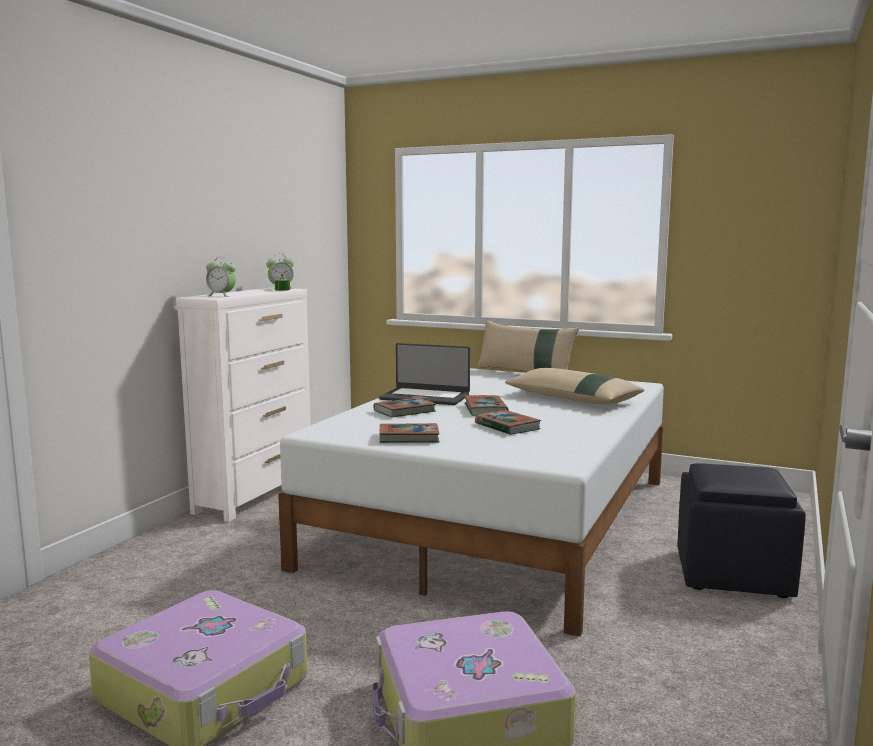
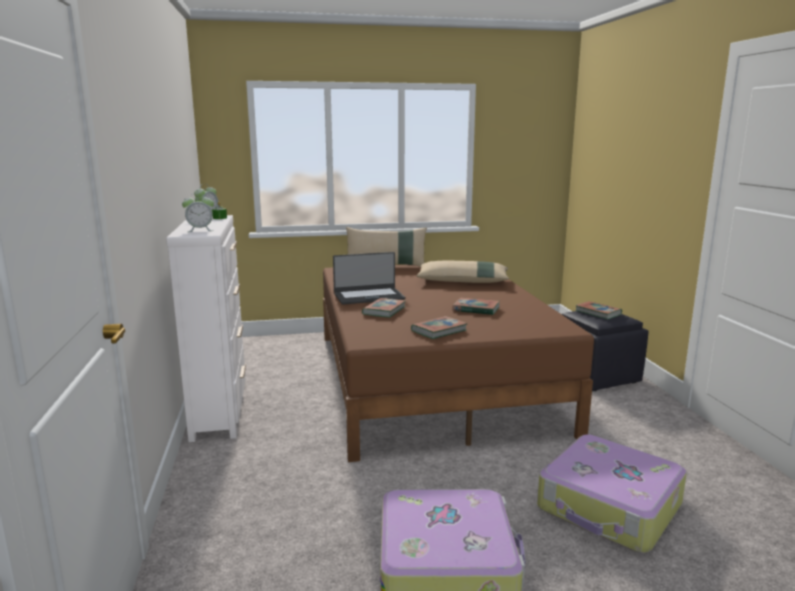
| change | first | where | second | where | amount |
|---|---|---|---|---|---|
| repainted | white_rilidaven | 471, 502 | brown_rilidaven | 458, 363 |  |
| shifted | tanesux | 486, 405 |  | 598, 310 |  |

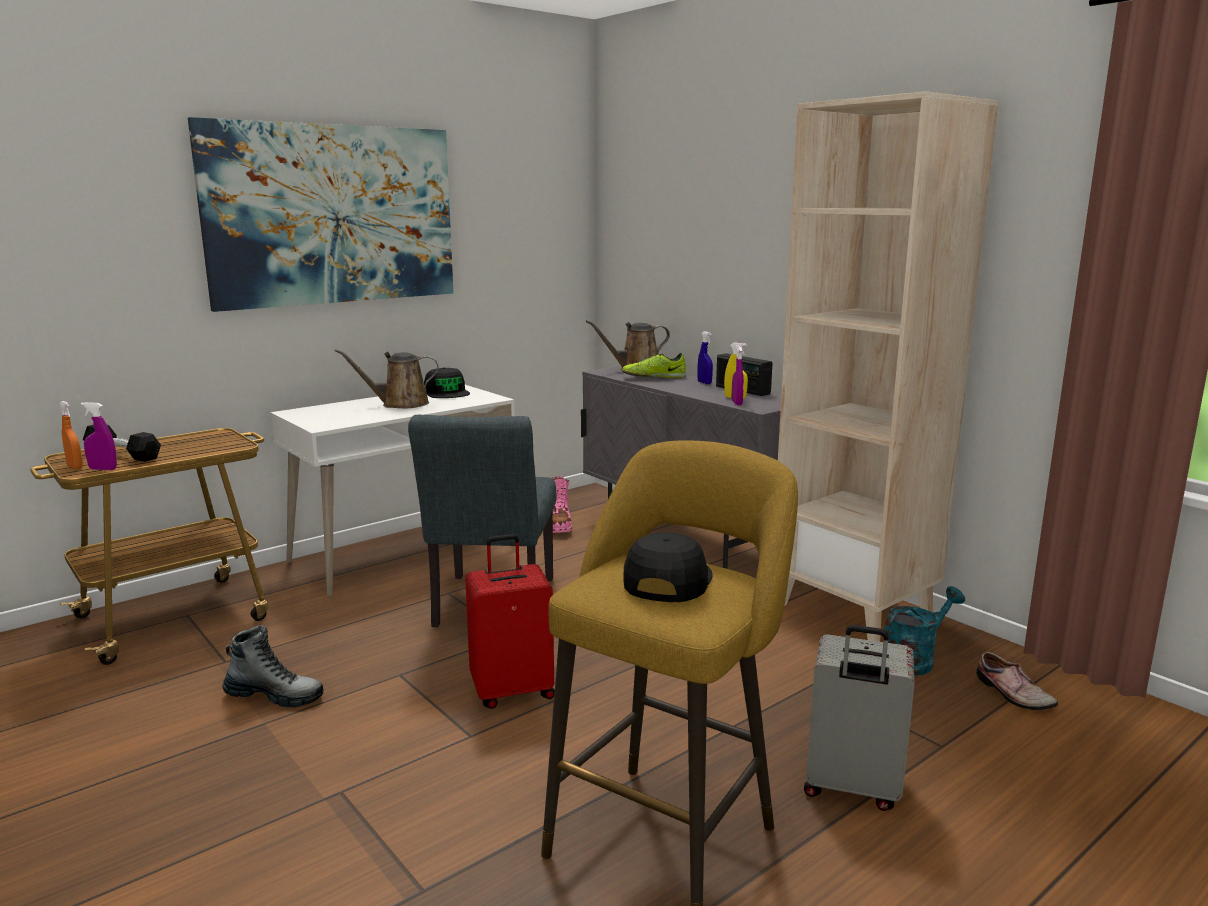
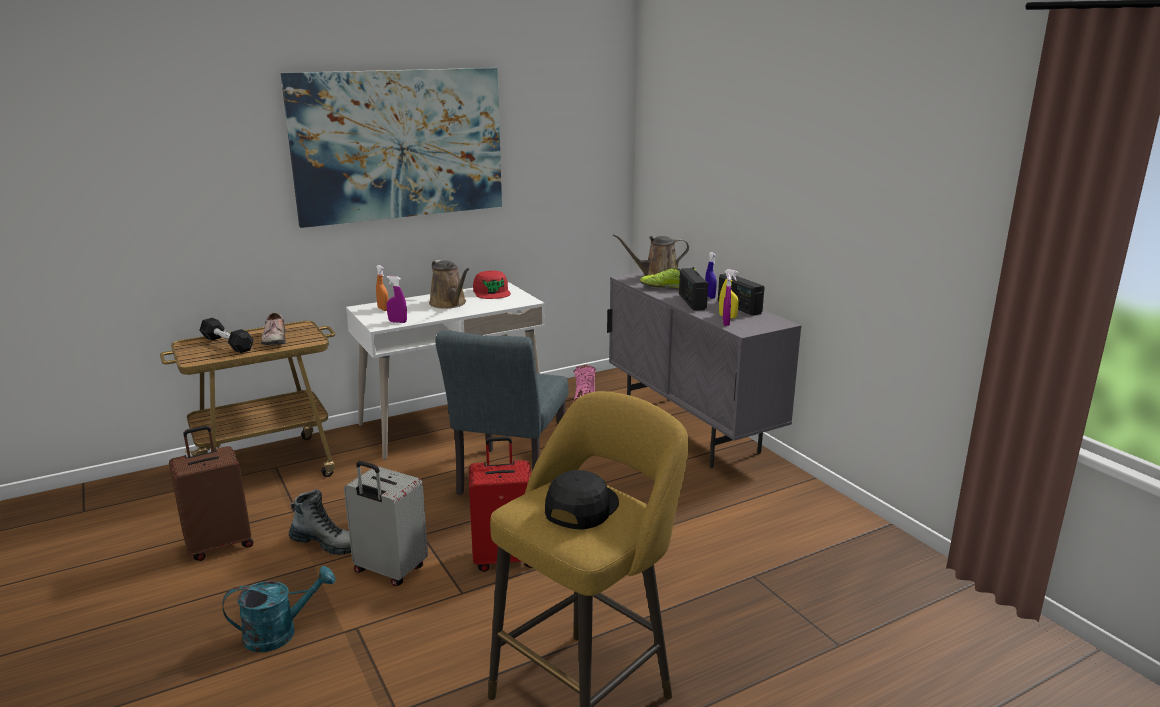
| change | first | where | second | where | amount |
|---|---|---|---|---|---|
| new |  |  | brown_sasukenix | 211, 493 |  |
| shifted | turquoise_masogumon | 924, 631 |  | 278, 609 |  |
| shifted | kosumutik | 1017, 681 |  | 273, 329 |  |
| shifted | grey_sasukenix | 859, 718 |  | 386, 523 |  |
| shifted | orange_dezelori | 71, 435 |  | 382, 288 |  |
| shifted | purple_dezelori | 99, 436 |  | 396, 299 |  |
| rotated | brown_masogumon | 386, 379 |  | 449, 284 | 120 degrees counterclockwise |
| repainted | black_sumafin | 447, 383 | red_sumafin | 492, 285 |  |
| new |  |  | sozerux | 693, 289 |  |
| gone | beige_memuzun | 888, 366 |  |  |  |

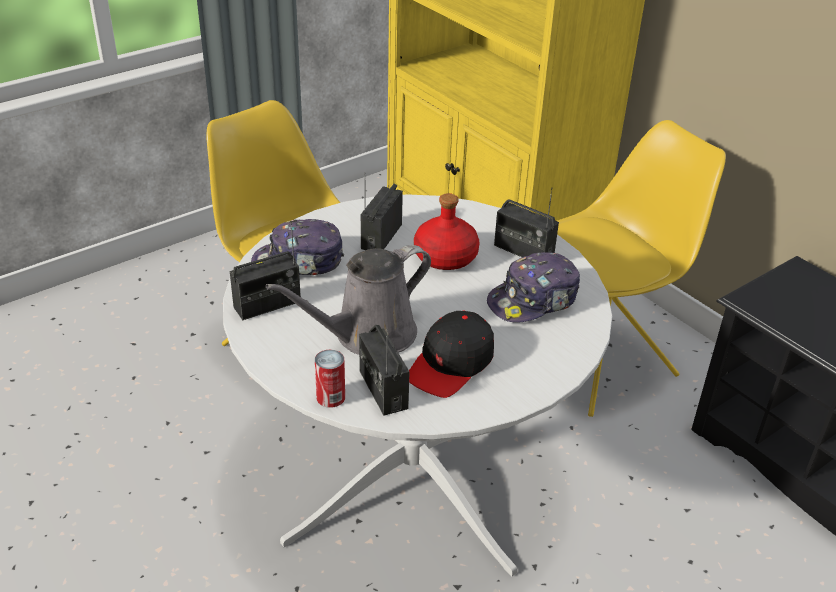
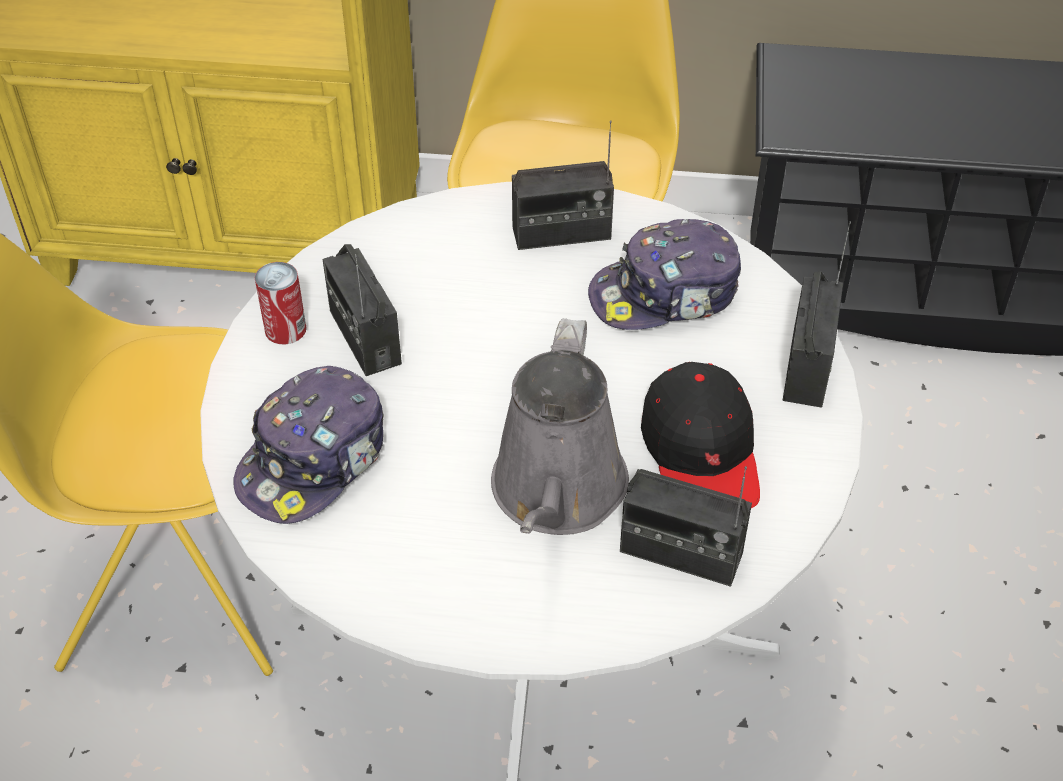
| change | first | where | second | where | amount |
|---|---|---|---|---|---|
| shifted | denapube | 330, 379 |  | 281, 303 |  |
| rotated | sumafin | 533, 287 |  | 664, 274 | 60 degrees clockwise |
| shifted | sozerux | 265, 271 |  | 817, 314 |  |
| gone | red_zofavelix | 447, 231 |  |  |  |

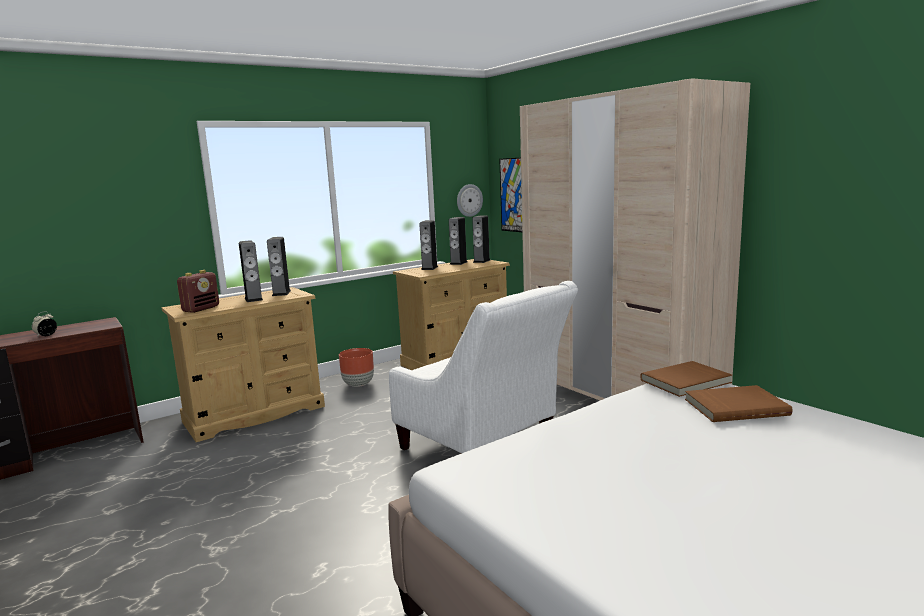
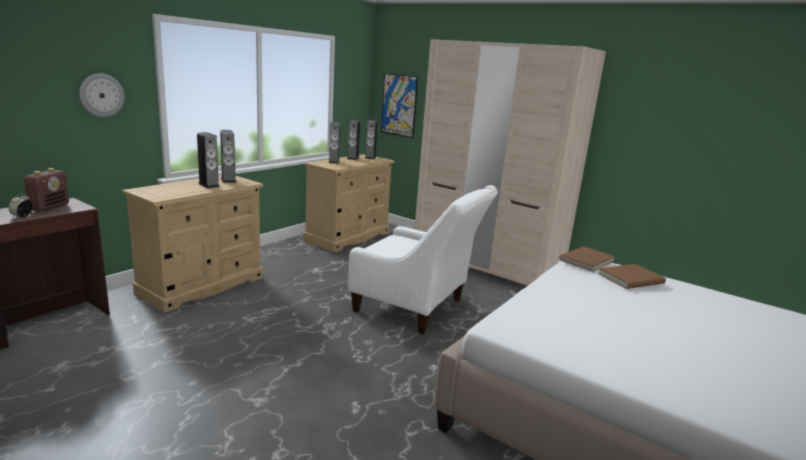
| change | first | where | second | where | amount |
|---|---|---|---|---|---|
| shifted | sozerux | 198, 291 |  | 46, 190 |  |
| shifted | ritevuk | 470, 200 |  | 102, 95 |  |
| gone | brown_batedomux | 356, 367 |  |  |  |

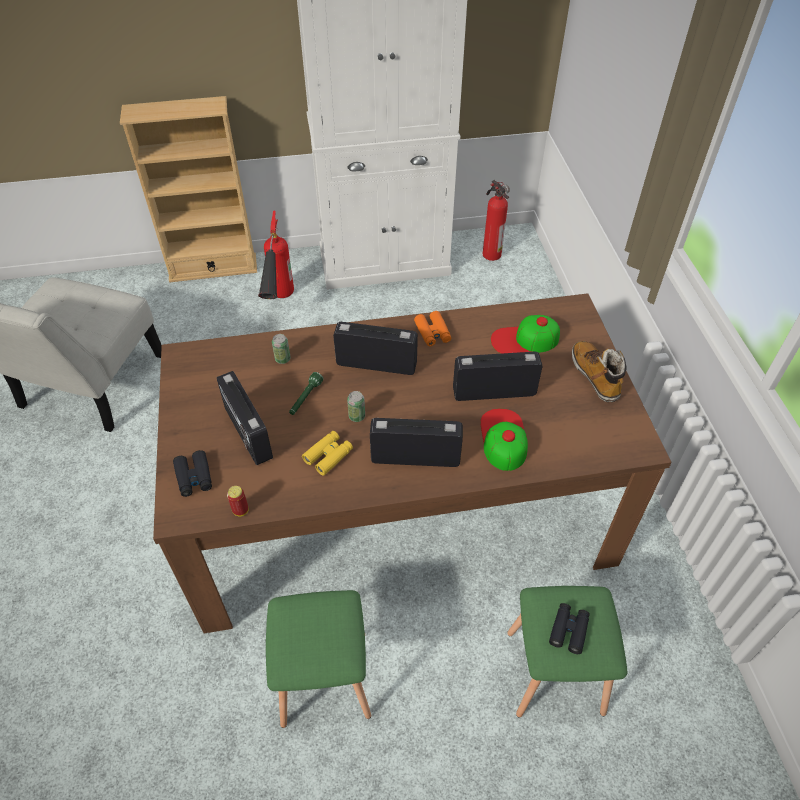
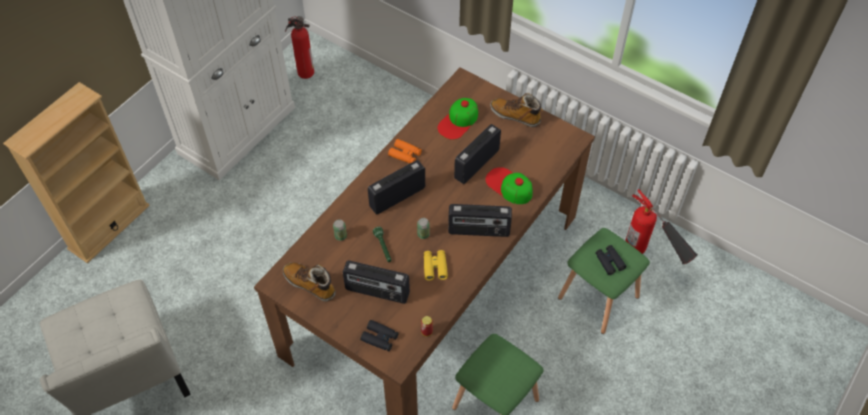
| change | first | where | second | where | amount |
|---|---|---|---|---|---|
| new |  |  | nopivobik | 309, 282 |  |
| rotated | sozerux | 416, 442 |  | 480, 220 | 135 degrees counterclockwise |
| shifted | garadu | 276, 255 |  | 661, 226 |  |

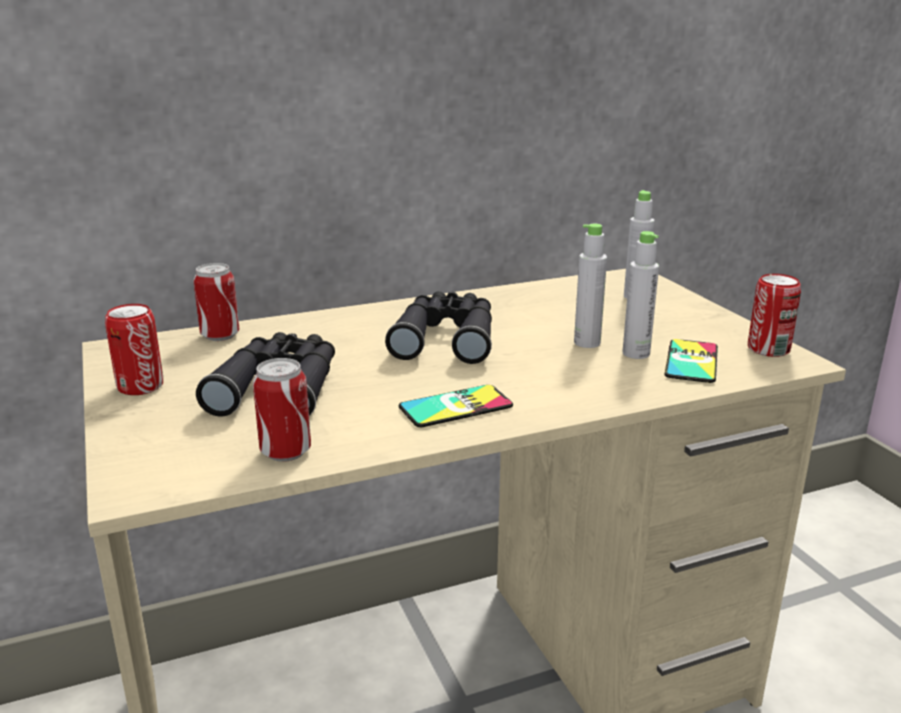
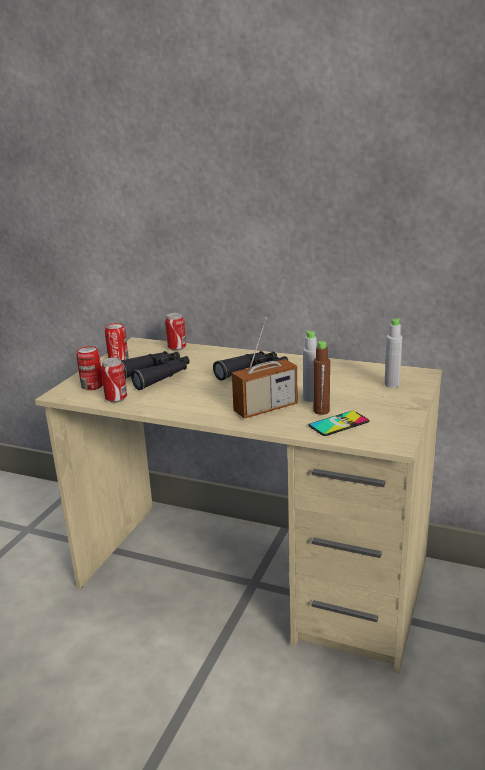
| change | first | where | second | where | amount |
|---|---|---|---|---|---|
| shifted | denapube | 774, 315 |  | 89, 368 |  |
| new |  |  | sozerux | 265, 368 |  |
| repainted | grey_zofavelix | 640, 295 | brown_zofavelix | 321, 378 |  |
| gone | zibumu | 456, 406 |  |  |  |

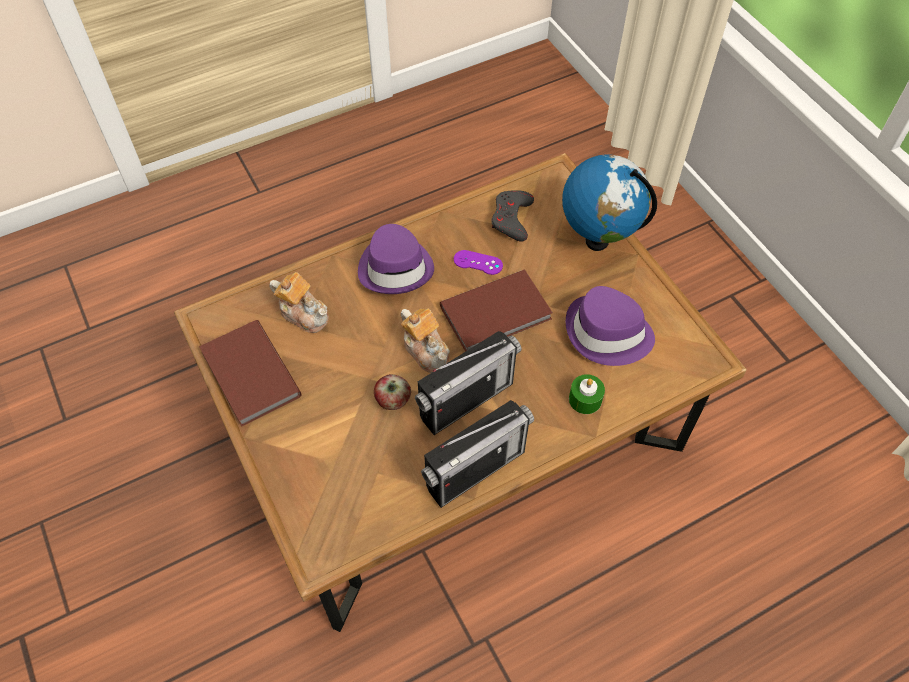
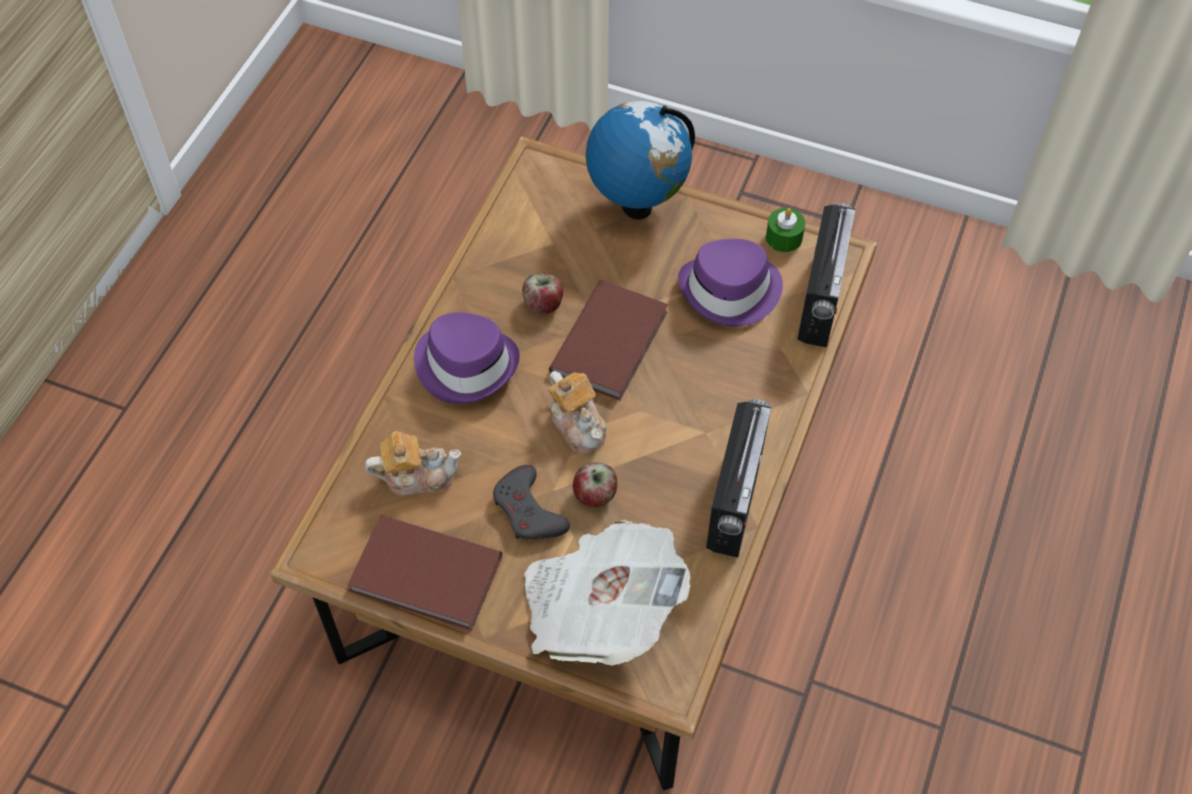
| change | first | where | second | where | amount |
|---|---|---|---|---|---|
| shifted | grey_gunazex | 512, 216 |  | 531, 502 |  |
| swapped | purple_gunazex | 478, 262 | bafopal | 542, 293 |  |
| new |  |  | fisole | 607, 593 |  |
| rotated | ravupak | 425, 341 |  | 577, 412 | 45 degrees clockwise |
| shifted | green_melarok | 587, 394 |  | 785, 230 |  |
| shifted | sozerux | 468, 383 |  | 826, 275 |  |

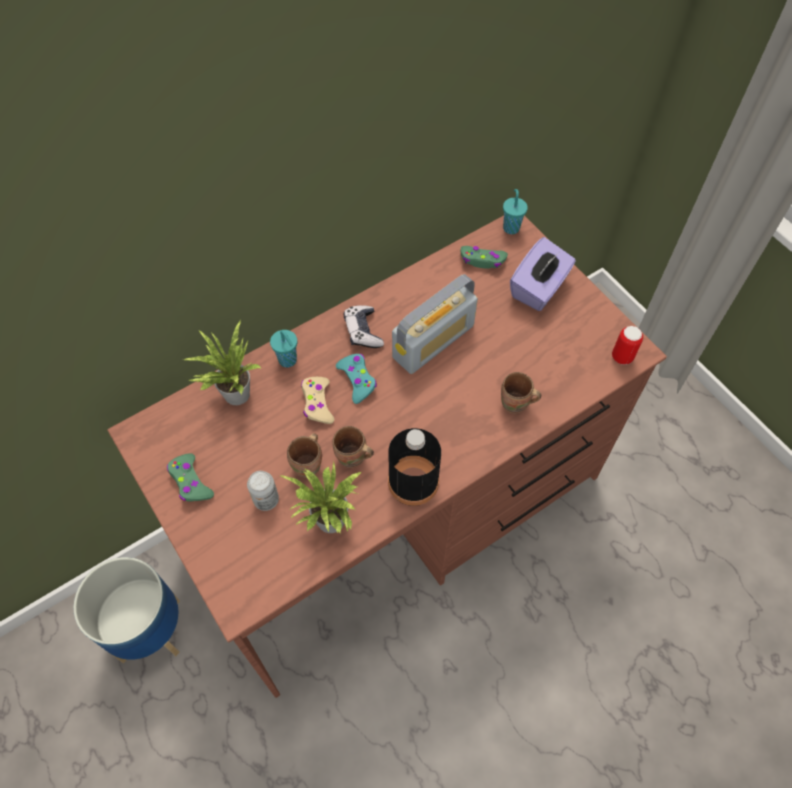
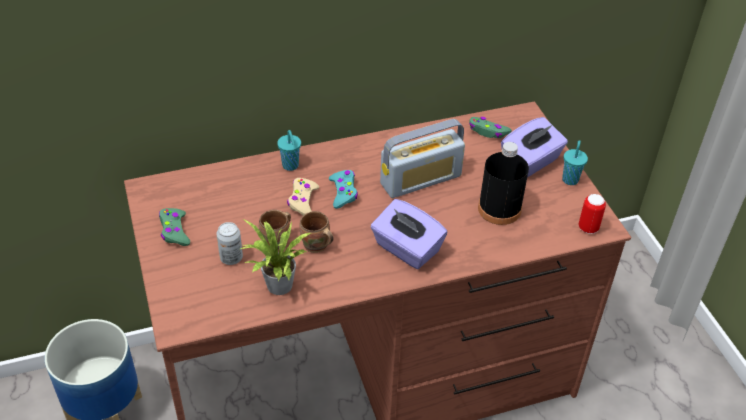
| change | first | where | second | where | amount |
|---|---|---|---|---|---|
| new |  |  | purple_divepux | 408, 234 |  |
| shifted | black_zofavelix | 414, 467 |  | 503, 183 |  |
| shifted | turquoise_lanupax | 515, 211 |  | 575, 162 |  |
| gone | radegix | 223, 362 |  |  |  |
| gone | gunazex | 363, 326 |  |  |  |
| gone | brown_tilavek | 521, 393 |  |  |  |

